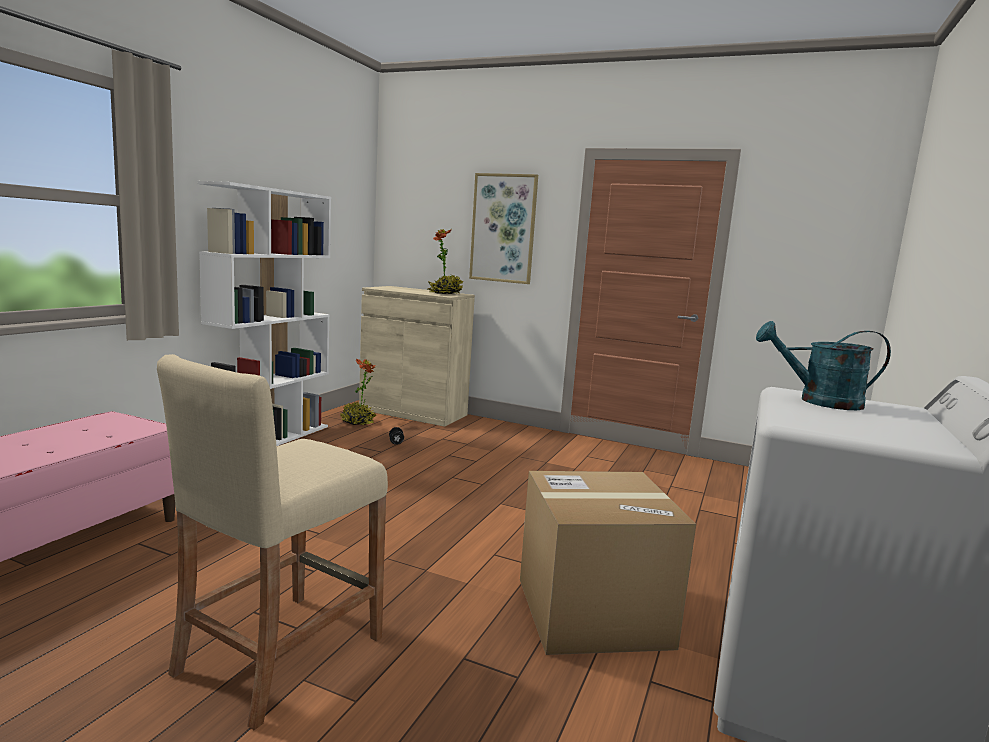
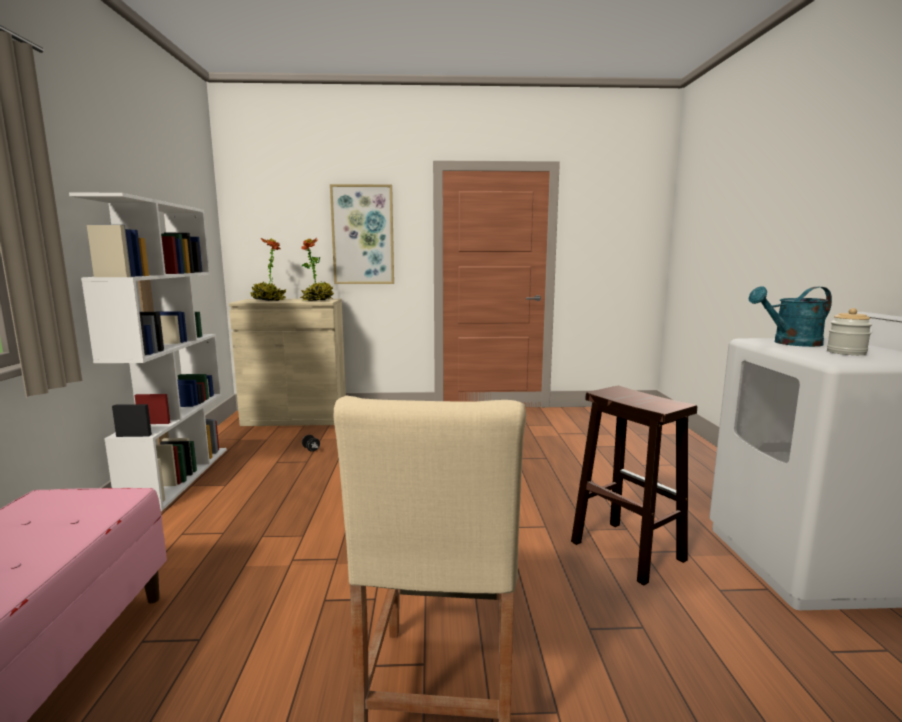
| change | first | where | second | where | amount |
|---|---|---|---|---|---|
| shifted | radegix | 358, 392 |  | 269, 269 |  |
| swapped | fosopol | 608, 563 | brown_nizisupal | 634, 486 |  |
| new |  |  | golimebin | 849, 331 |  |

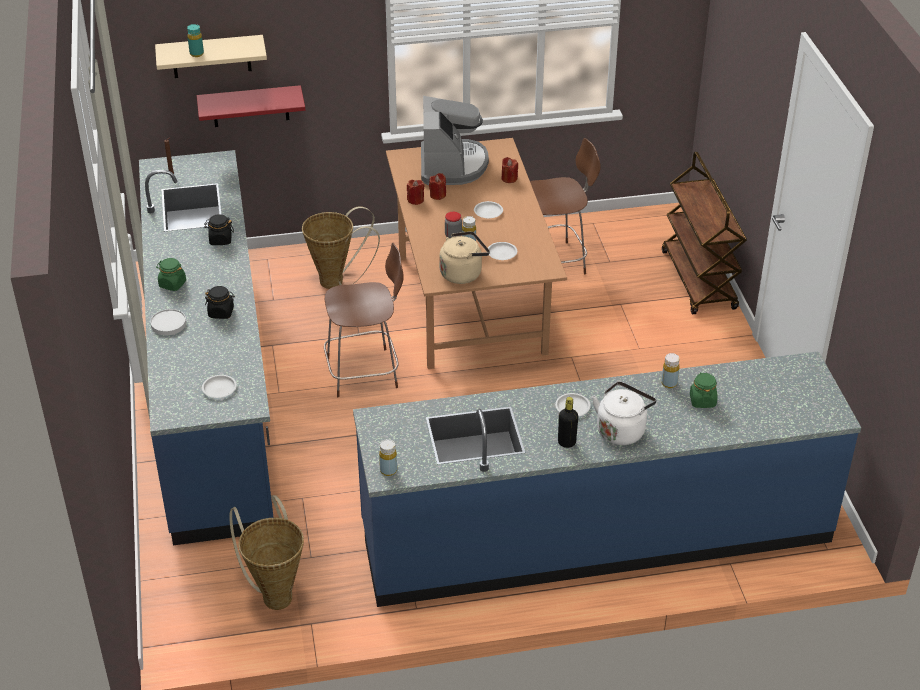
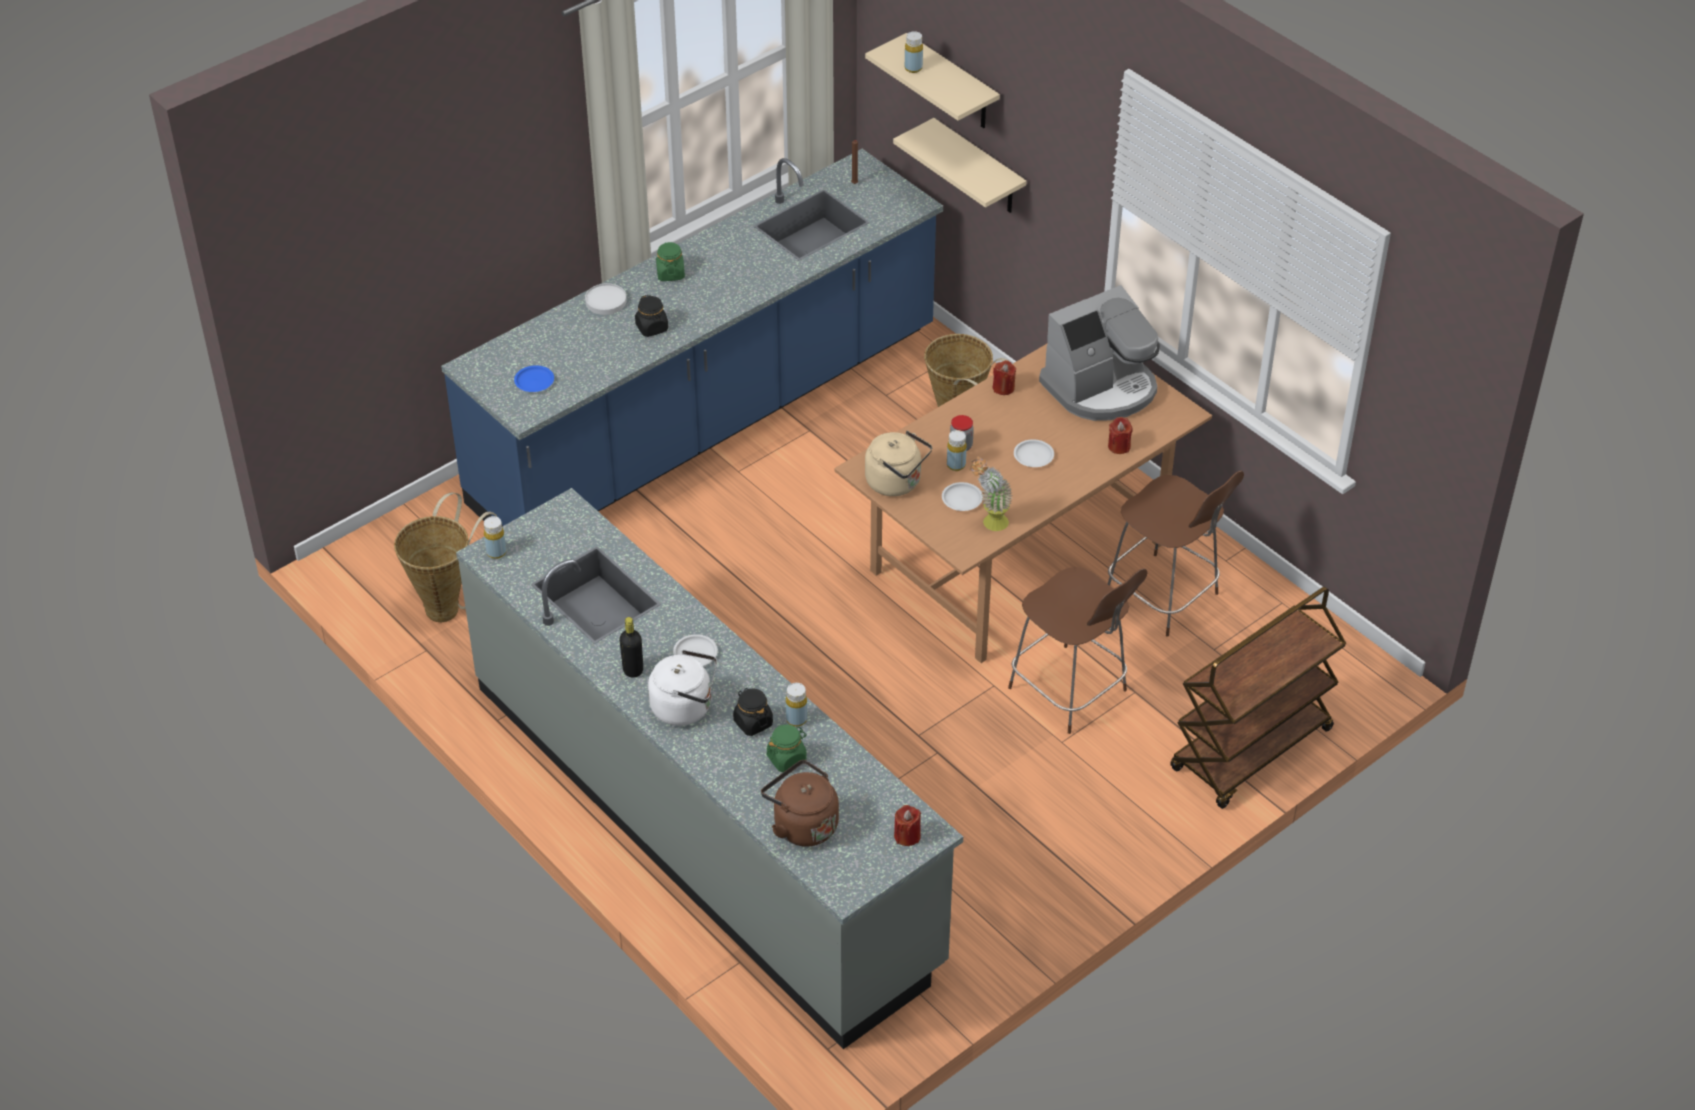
| change | first | where | second | where | amount |
|---|---|---|---|---|---|
| repainted | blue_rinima | 607, 479 | grey_rinima | 709, 768 |  |
| repainted | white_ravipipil | 219, 386 | blue_ravipipil | 534, 378 |  |
| shifted | black_golimebin | 219, 229 |  | 753, 712 |  |
| new |  |  | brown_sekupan | 800, 803 |  |
| repainted | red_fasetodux | 251, 106 | beige_fasetodux | 960, 165 |  |
| shifted | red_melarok | 437, 186 |  | 907, 825 |  |
| repainted | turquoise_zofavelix | 195, 40 | yellow_zofavelix | 914, 52 |  |
| new |  |  | radegix | 991, 494 |  |
| shifted | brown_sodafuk | 363, 319 |  | 1077, 650 |  |

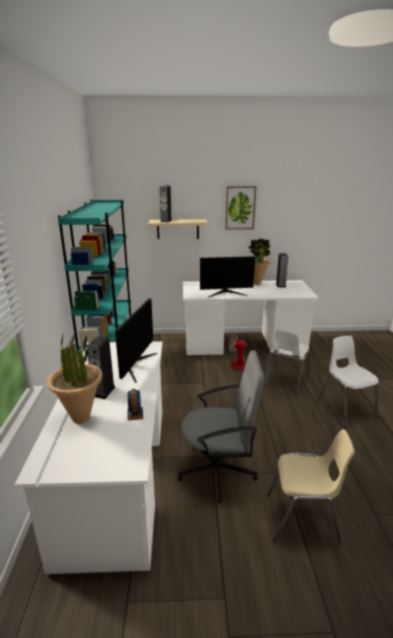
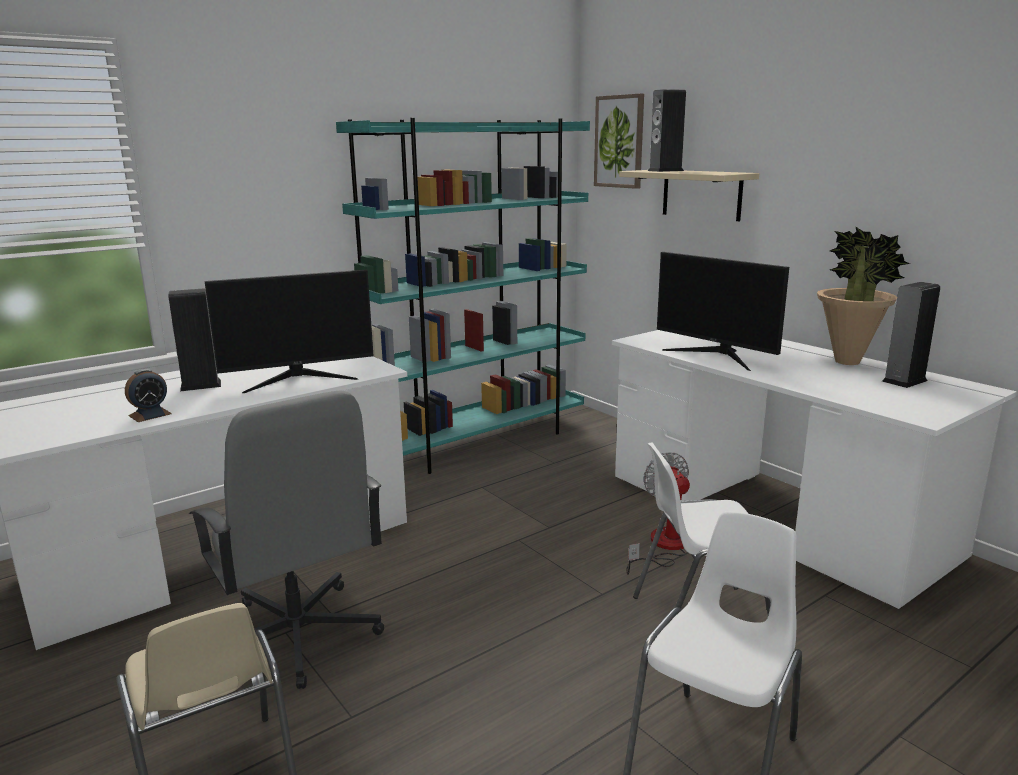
| change | first | where | second | where | amount |
|---|---|---|---|---|---|
| shifted | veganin | 240, 208 |  | 619, 141 |  |
| gone | radegix | 74, 377 |  |  |  |

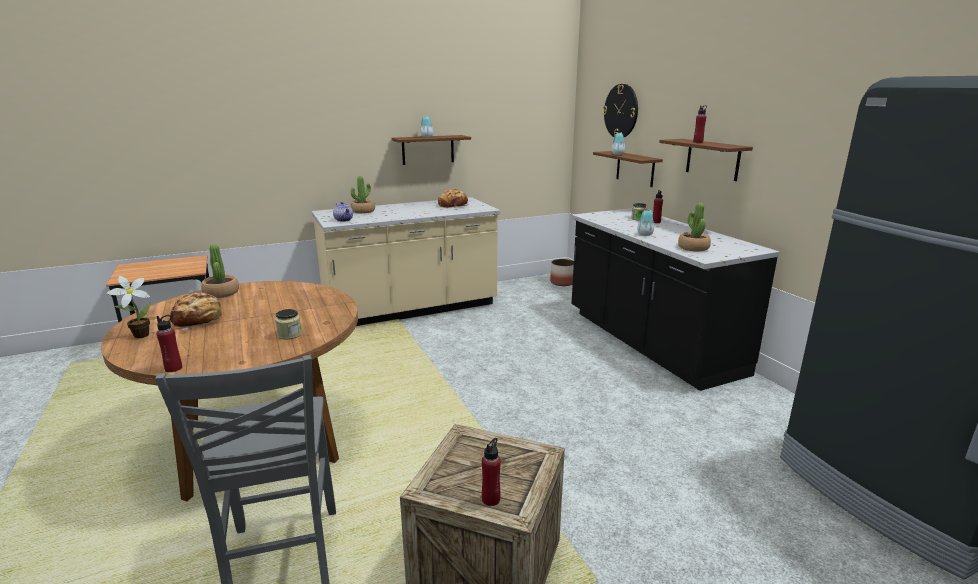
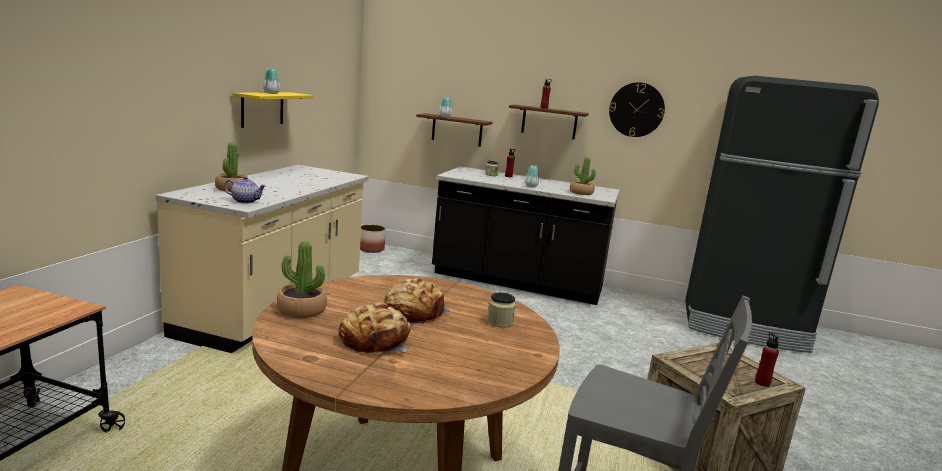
| change | first | where | second | where | amount |
|---|---|---|---|---|---|
| repainted | brown_fasetodux | 431, 150 | yellow_fasetodux | 273, 110 |  |
| shifted | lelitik | 453, 198 |  | 418, 301 |  |
| shifted | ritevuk | 620, 110 |  | 637, 109 |  |
| gone | radegix | 128, 307 |  |  |  |
| gone | red_zofavelix | 169, 343 |  |  |  |

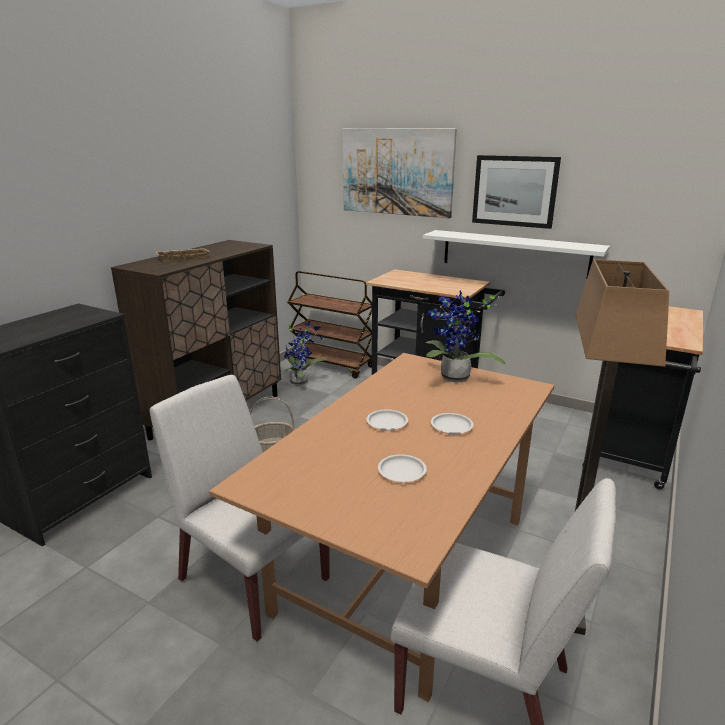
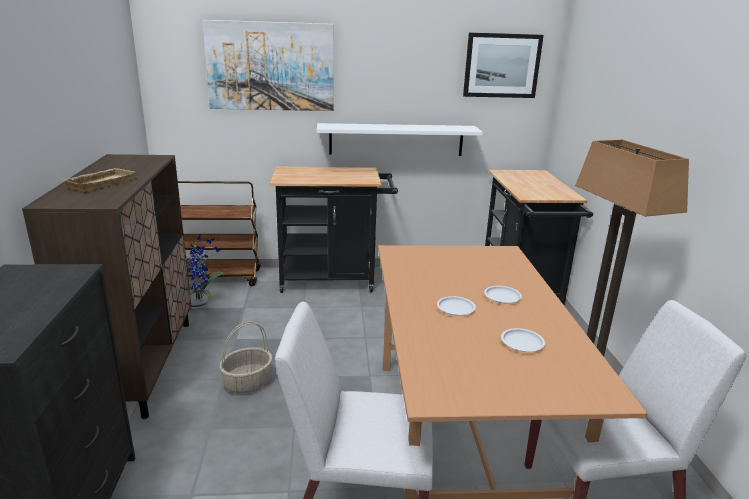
| change | first | where | second | where | amount |
|---|---|---|---|---|---|
| shifted | veganin | 516, 192 |  | 503, 65 |  |
| gone | radegix | 465, 336 |  |  |  |

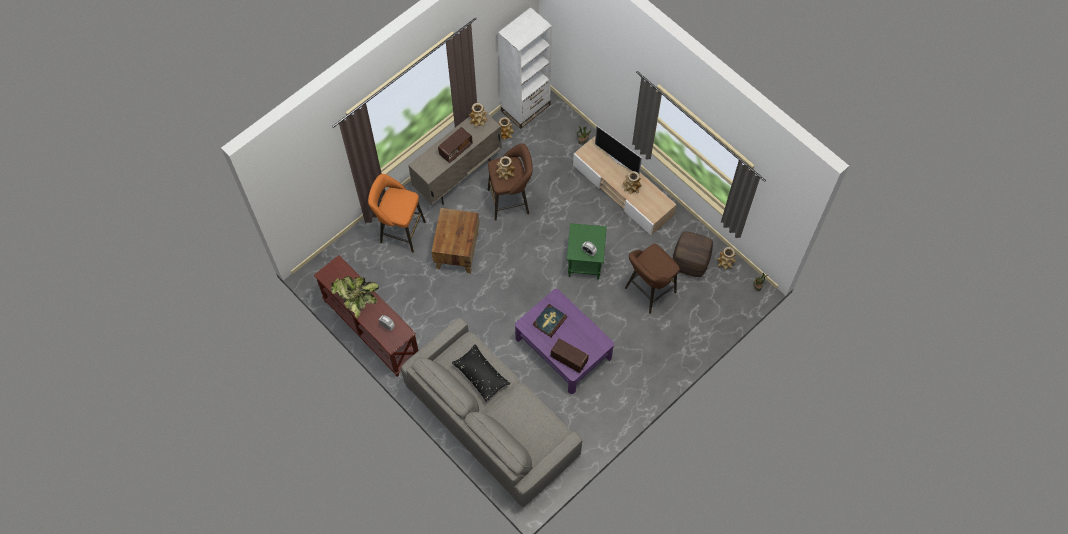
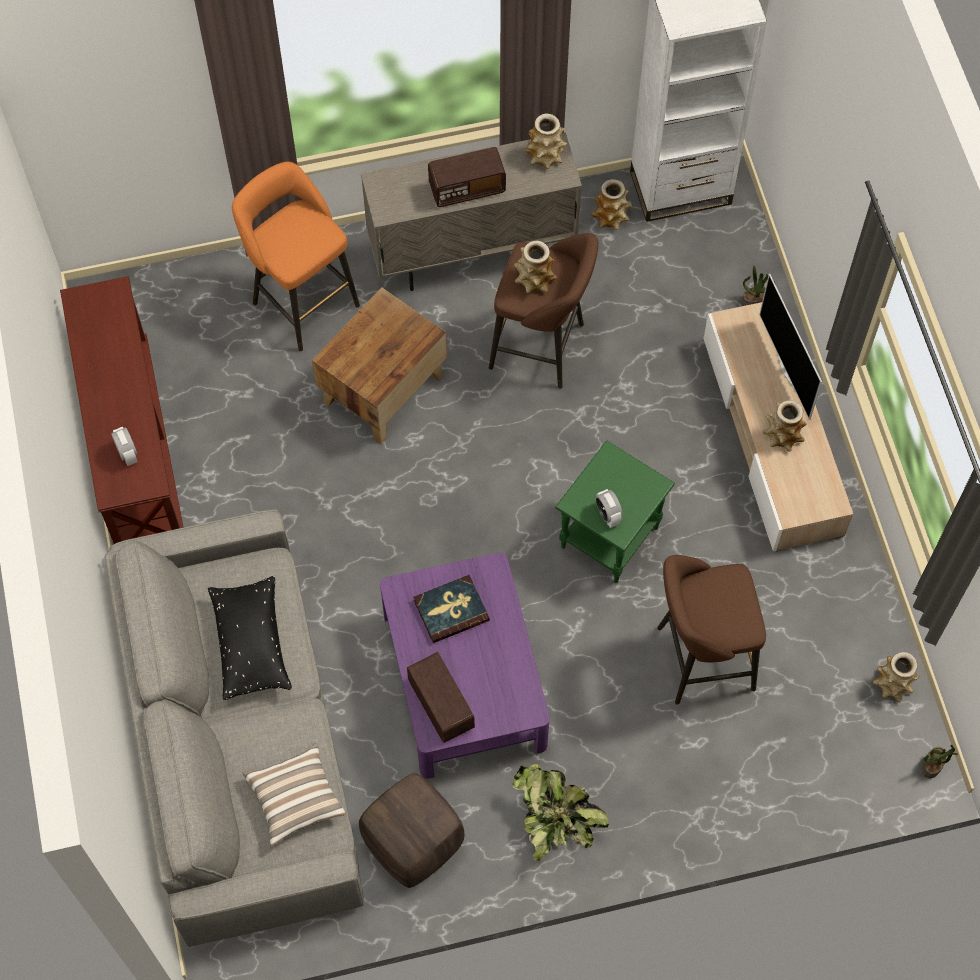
| change | first | where | second | where | amount |
|---|---|---|---|---|---|
| new |  |  | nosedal | 294, 795 |  |
| shifted | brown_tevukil | 693, 254 |  | 411, 830 |  |
| shifted | radegix | 355, 297 |  | 560, 812 |  |

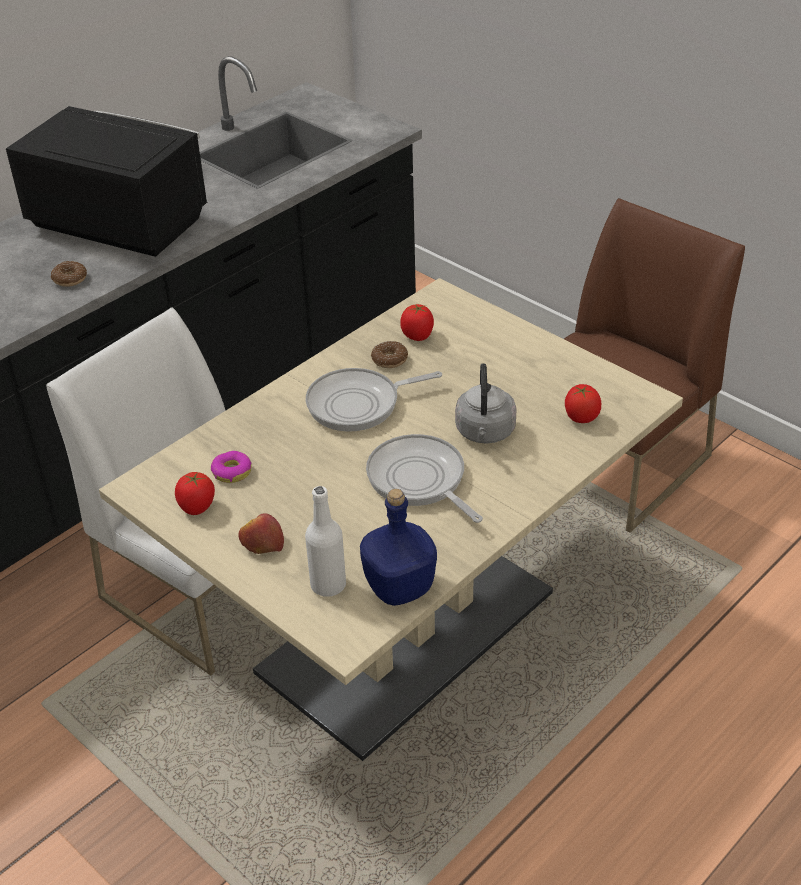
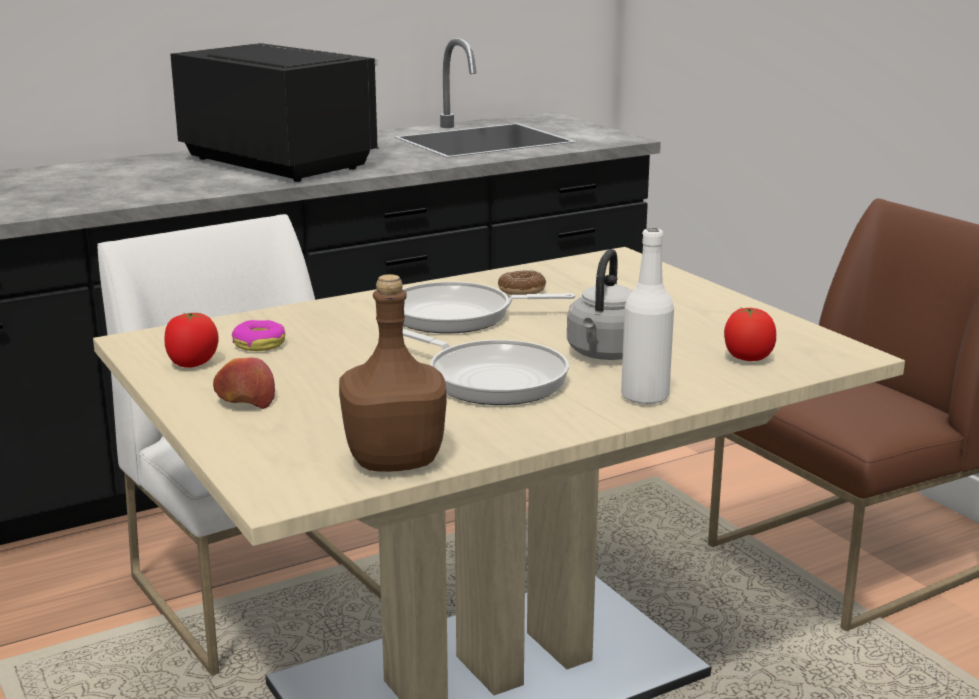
| change | first | where | second | where | amount |
|---|---|---|---|---|---|
| repainted | blue_zofavelix | 398, 547 | brown_zofavelix | 393, 373 |  |
| rotated | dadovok | 424, 478 |  | 486, 366 | 150 degrees clockwise |
| shifted | white_zofavelix | 325, 541 |  | 647, 316 |  |
| gone | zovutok | 69, 274 |  |  |  |
| gone | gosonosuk | 417, 322 |  |  |  |

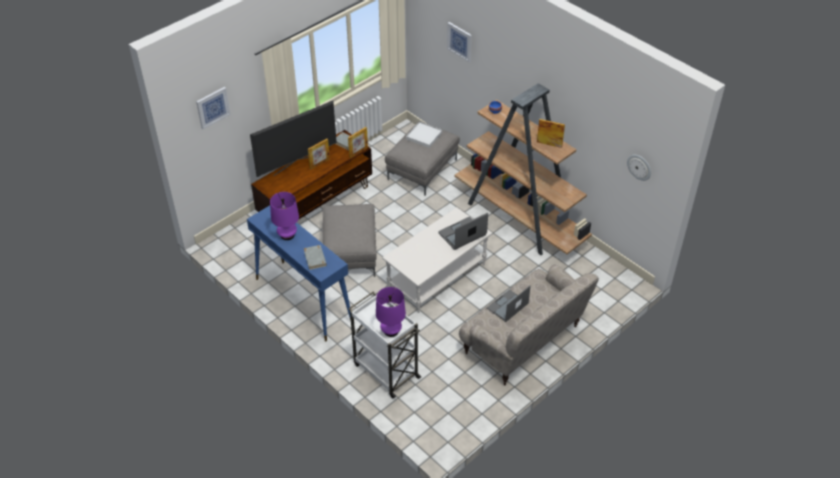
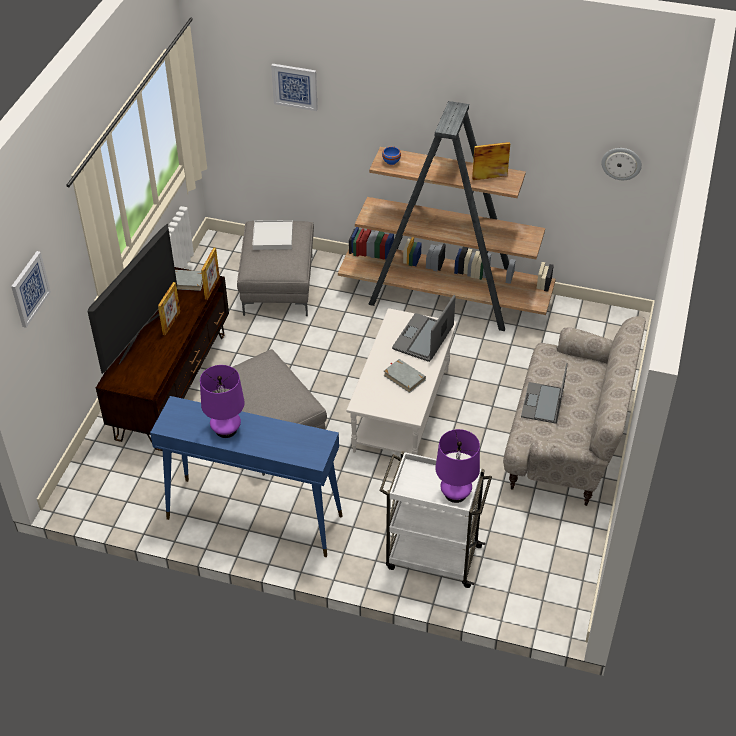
| change | first | where | second | where | amount |
|---|---|---|---|---|---|
| shifted | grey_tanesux | 315, 257 |  | 404, 376 |  |

